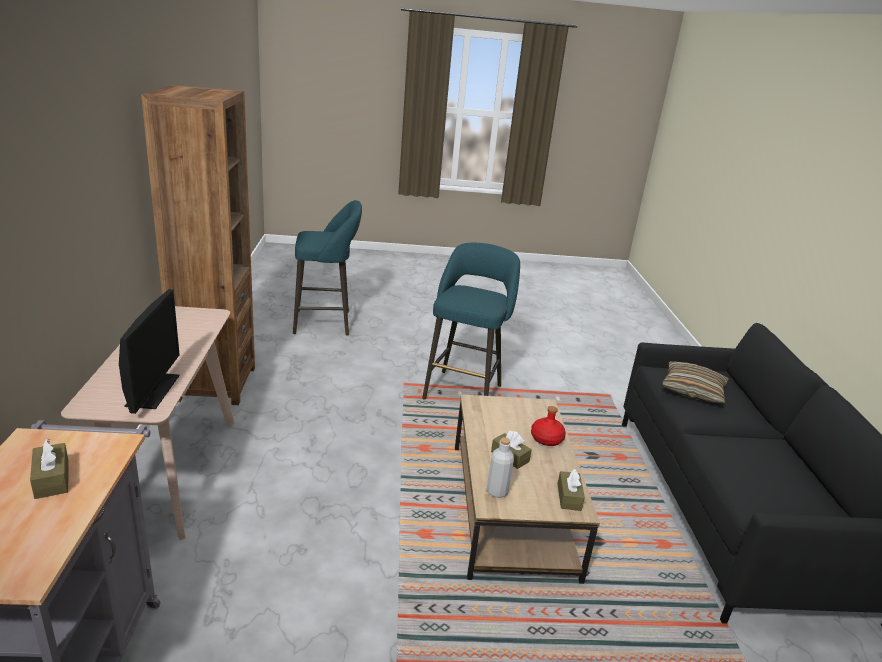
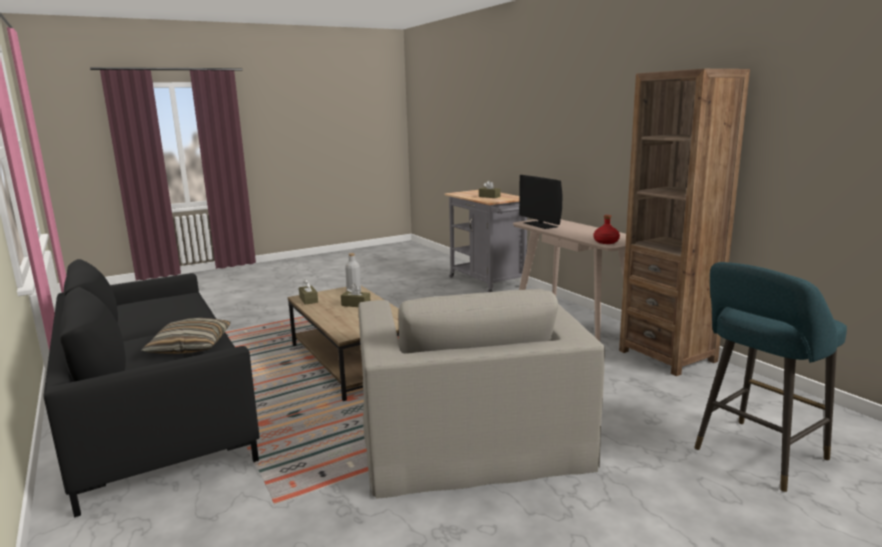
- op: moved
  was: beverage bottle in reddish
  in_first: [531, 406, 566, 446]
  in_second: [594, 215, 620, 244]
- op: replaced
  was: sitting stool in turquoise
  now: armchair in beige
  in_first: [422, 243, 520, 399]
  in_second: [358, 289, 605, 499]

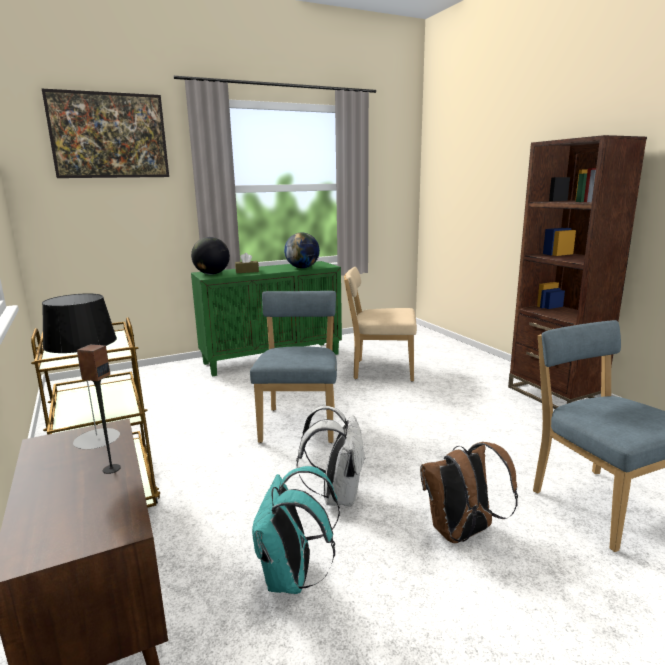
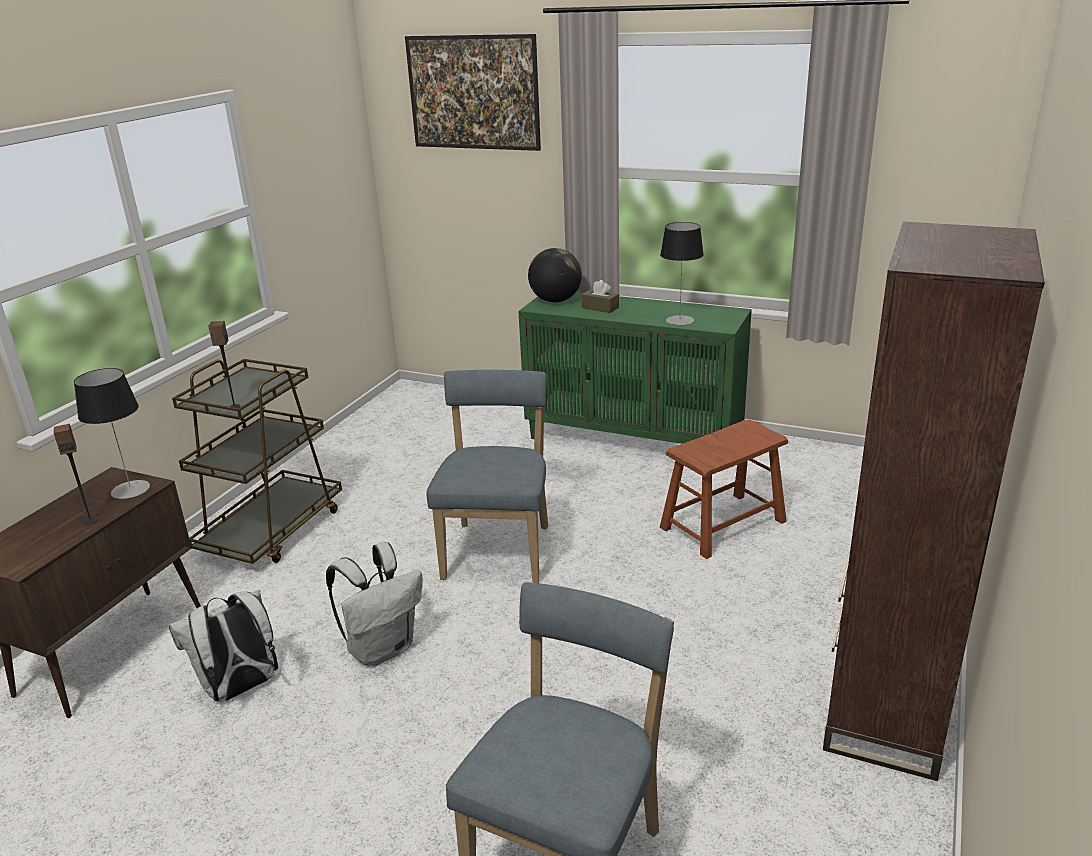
- op: removed
  was: knapsack in brown-coloured
  in_first: [420, 442, 518, 543]
- op: added
  now: loudspeaker
  in_second: [208, 321, 241, 408]
- op: replaced
  was: desk globe
  now: table lamp
  in_first: [284, 233, 320, 268]
  in_second: [660, 222, 704, 325]
- op: replaced
  was: upright chair in beige
  now: sitting stool in brown-coloured
  in_first: [344, 267, 417, 382]
  in_second: [660, 420, 788, 559]
- op: recoloured
  was: knapsack in turquoise
  now: knapsack in white-coloured
  in_first: [252, 466, 340, 594]
  in_second: [169, 589, 278, 702]
- op: turned
  was: upright chair in blue
  in_first: [250, 291, 337, 443]
  in_second: [426, 370, 548, 583]
  clockwise: -45

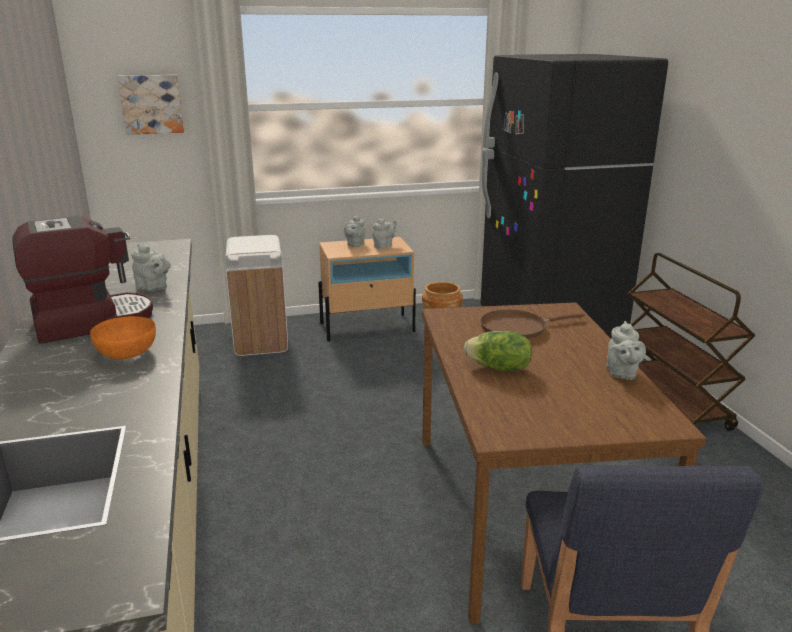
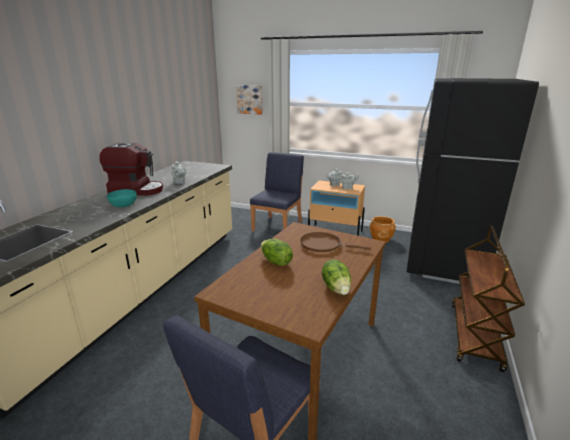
- op: replaced
  was: rubbish bin in white-coloured
  now: upright chair in blue
  in_first: [225, 235, 288, 356]
  in_second: [250, 152, 304, 232]
- op: replaced
  was: teapot in greyish
  now: head of lettuce
  in_first: [606, 321, 646, 380]
  in_second: [322, 259, 351, 295]
- op: recoloured
  was: deep dish in orange
  now: deep dish in turquoise
  in_first: [90, 316, 156, 359]
  in_second: [107, 189, 137, 207]

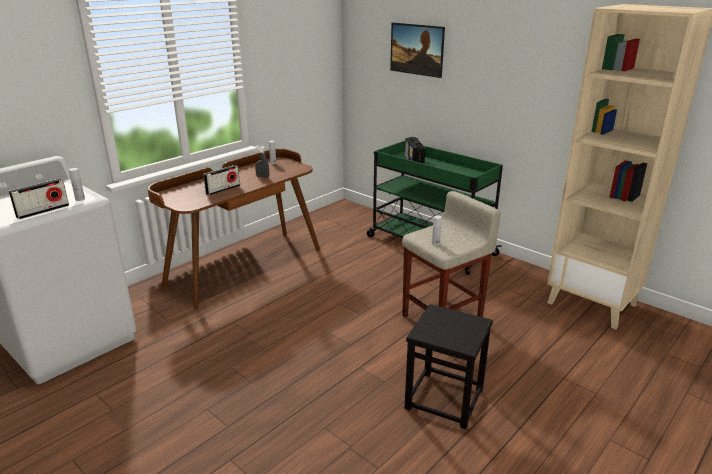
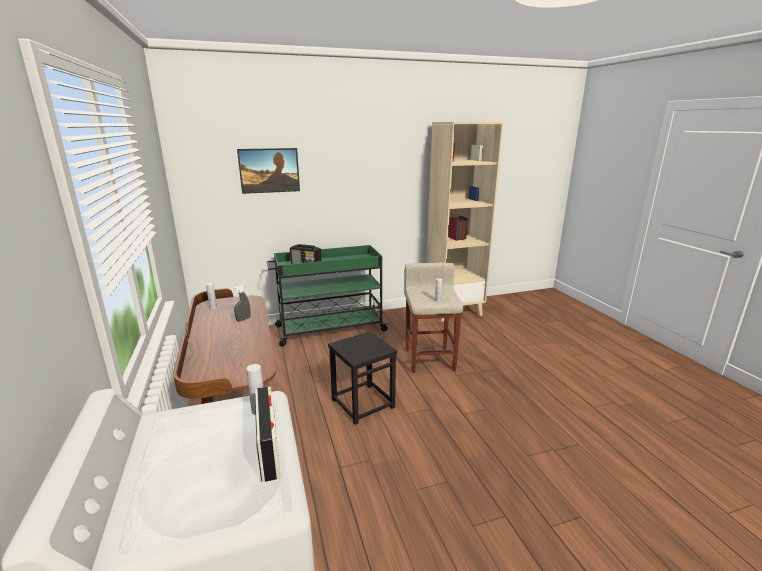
- op: removed
  was: radio
  in_first: [203, 165, 240, 195]
- op: moved
  was: sitting stool in blackish
  in_first: [405, 304, 493, 429]
  in_second: [328, 331, 397, 425]

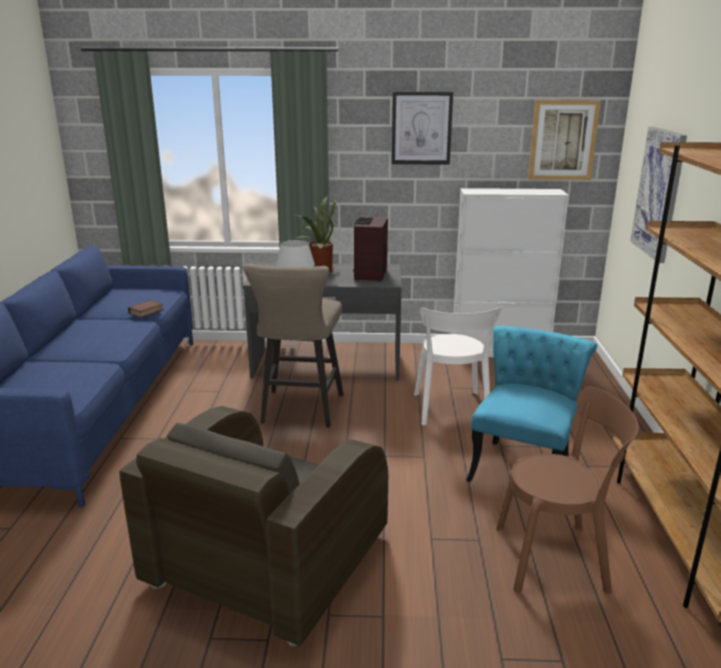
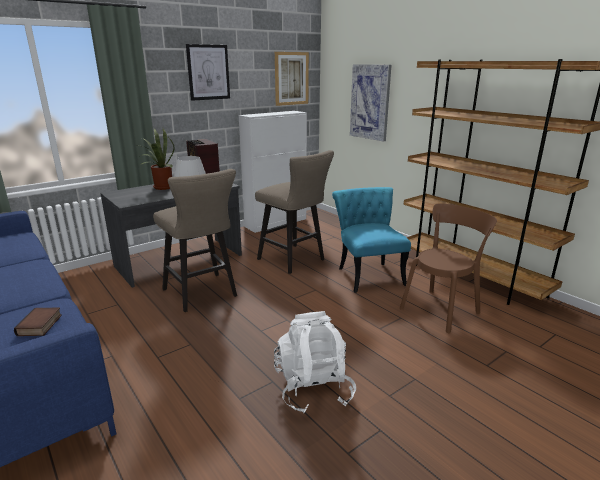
- op: moved
  was: bound book
  in_first: [128, 300, 163, 318]
  in_second: [14, 308, 62, 336]
- op: replaced
  was: armchair in brown-coloured
  now: knapsack in white-coloured
  in_first: [119, 406, 388, 646]
  in_second: [274, 311, 356, 414]
- op: replaced
  was: upright chair in white-coloured
  now: sitting stool in beige
  in_first: [414, 306, 502, 425]
  in_second: [255, 150, 334, 274]

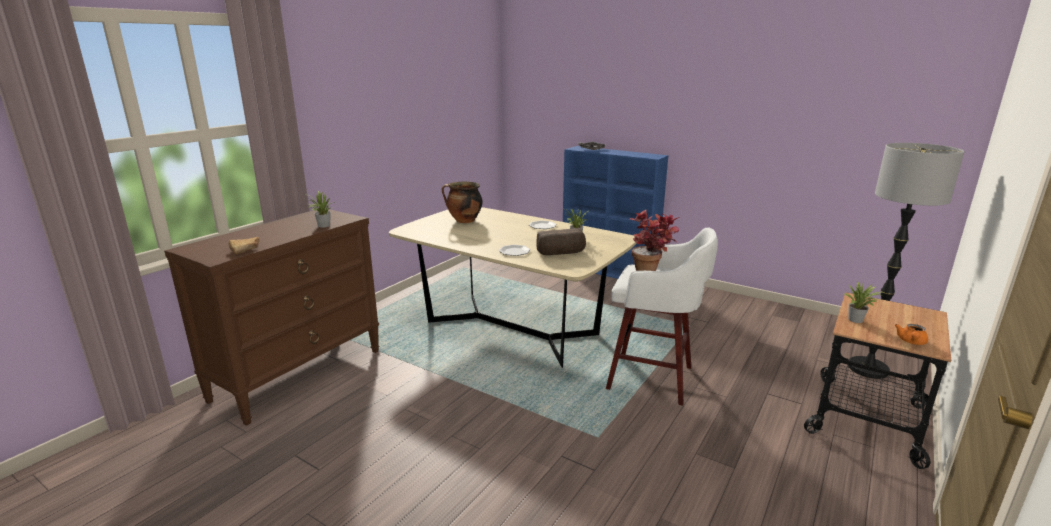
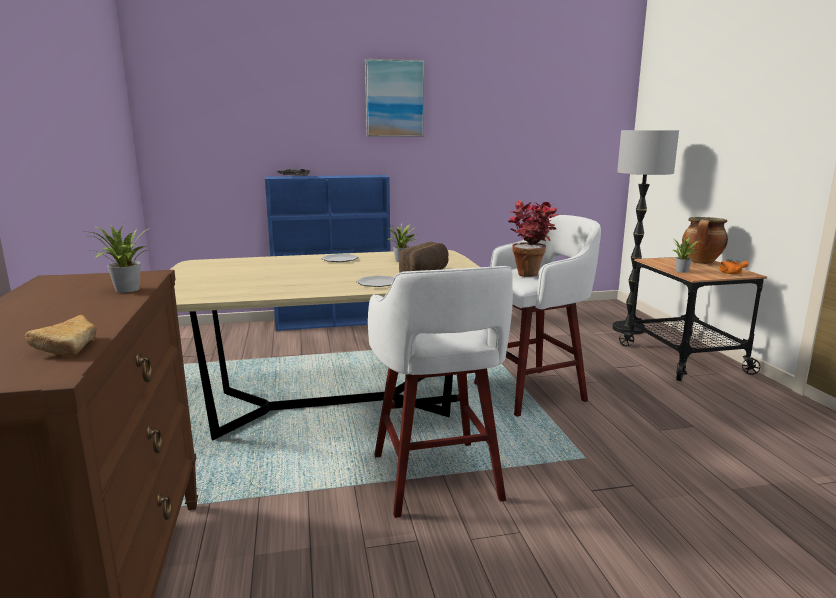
- op: added
  now: wall art
  in_second: [365, 59, 424, 137]
- op: added
  now: sitting stool in white-coloured
  in_second: [368, 266, 513, 518]
- op: moved
  was: stockpot
  in_first: [442, 181, 482, 223]
  in_second: [682, 217, 728, 264]

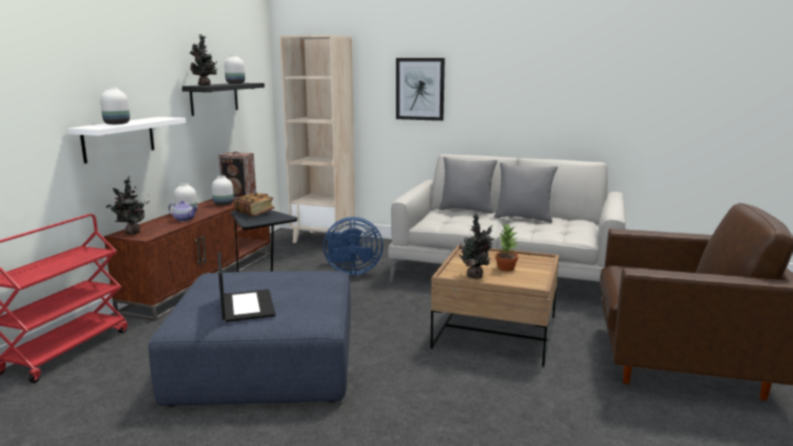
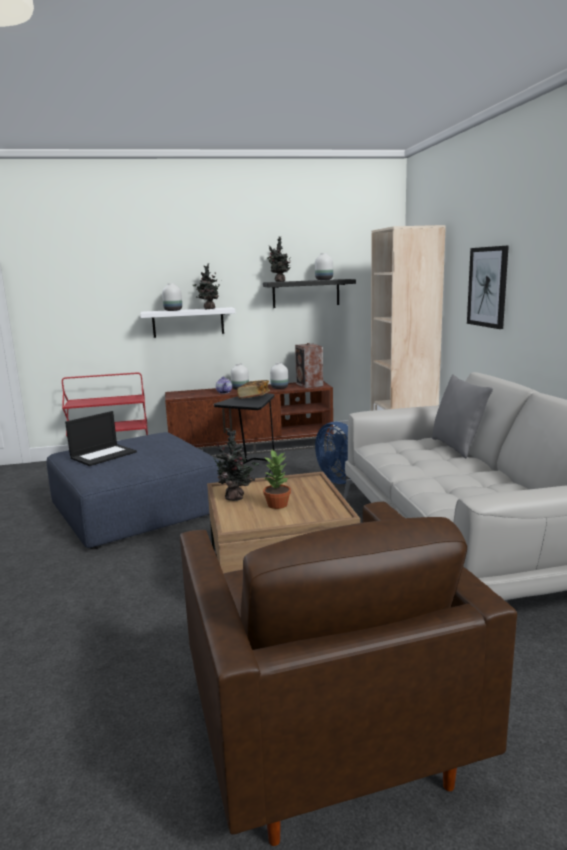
- op: removed
  was: pillow in greyish
  in_first: [494, 162, 558, 223]
- op: moved
  was: houseplant
  in_first: [106, 176, 149, 234]
  in_second: [193, 264, 220, 309]

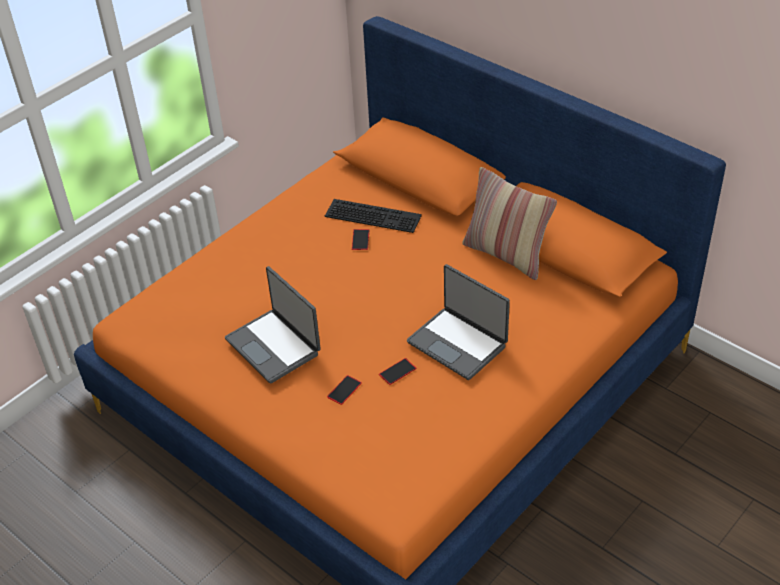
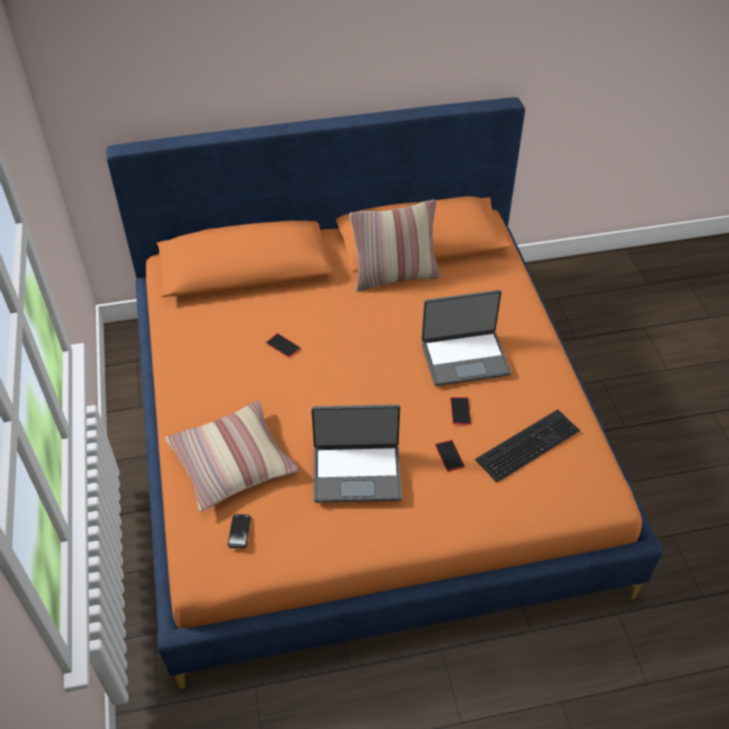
- op: added
  now: pillow
  in_second: [165, 401, 298, 512]
- op: added
  now: telephone
  in_second: [228, 514, 251, 549]
- op: moved
  was: keyboard
  in_first: [325, 199, 422, 233]
  in_second: [475, 409, 580, 482]

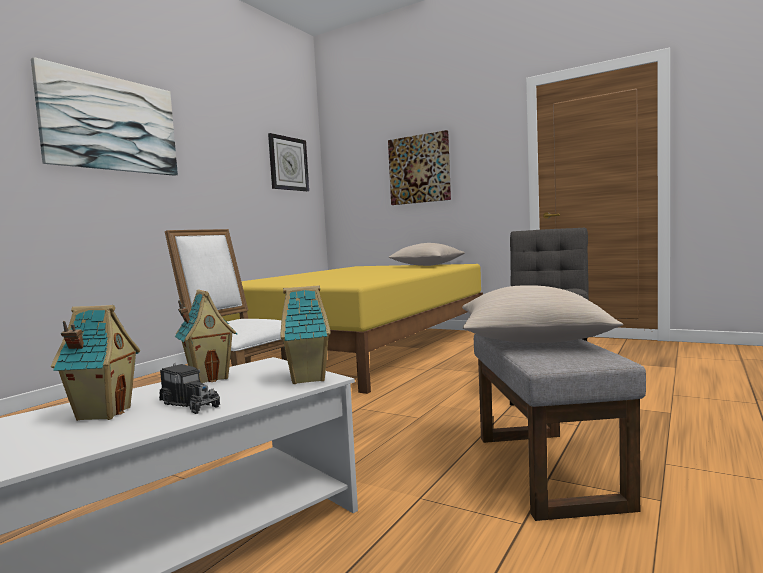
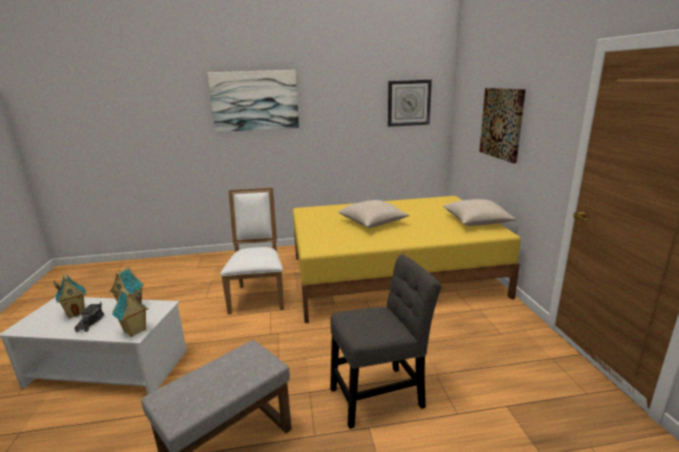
- op: moved
  was: pillow in beige
  in_first: [462, 285, 623, 343]
  in_second: [337, 200, 410, 228]

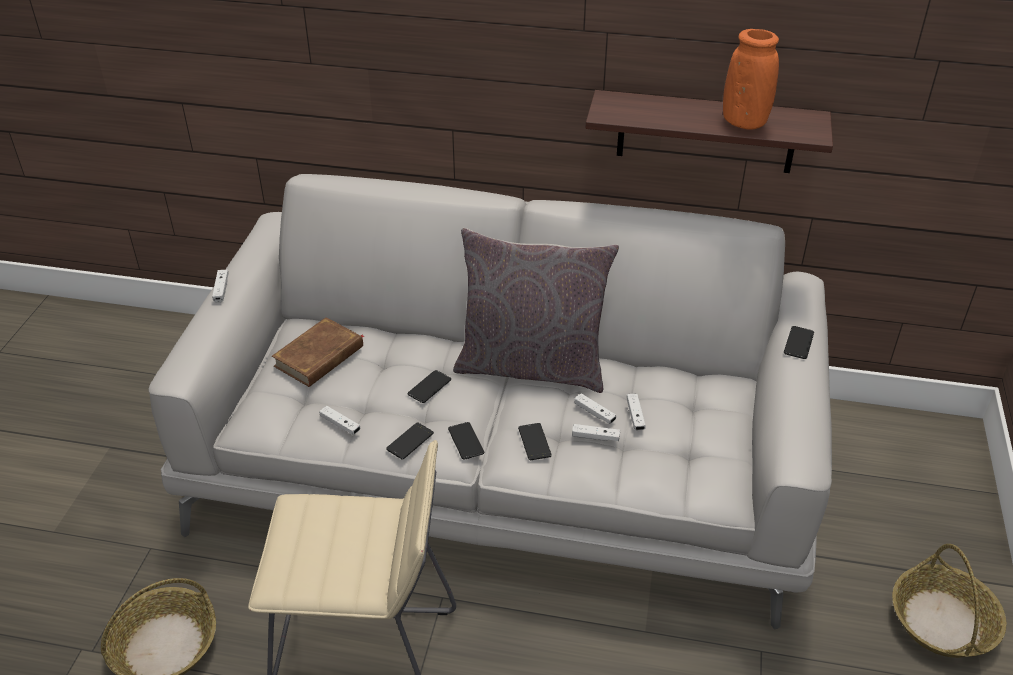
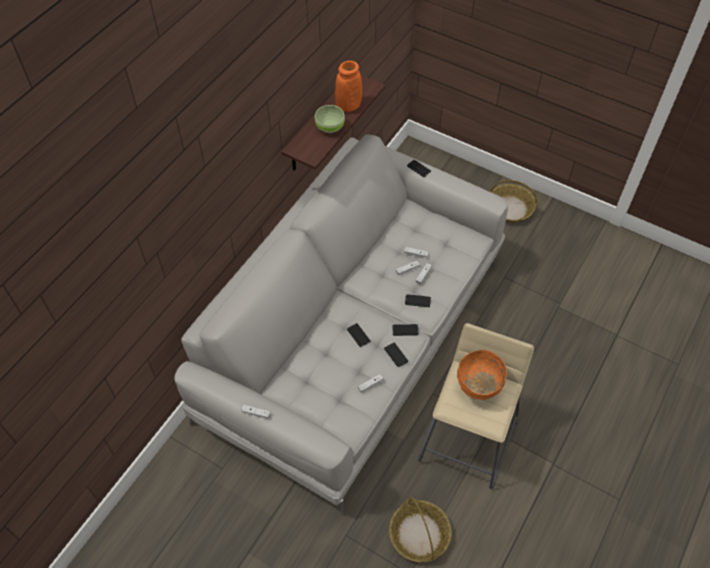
- op: removed
  was: bound book in brown-coloured
  in_first: [272, 317, 364, 387]
- op: removed
  was: pillow in greyish
  in_first: [453, 228, 619, 393]
- op: added
  now: deep dish in green
  in_second: [314, 105, 345, 133]
- op: added
  now: deep dish in orange
  in_second: [457, 350, 507, 400]

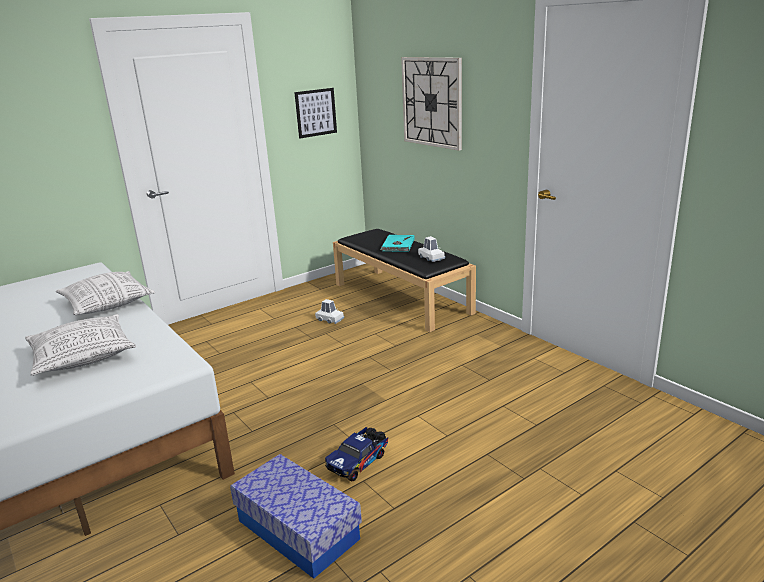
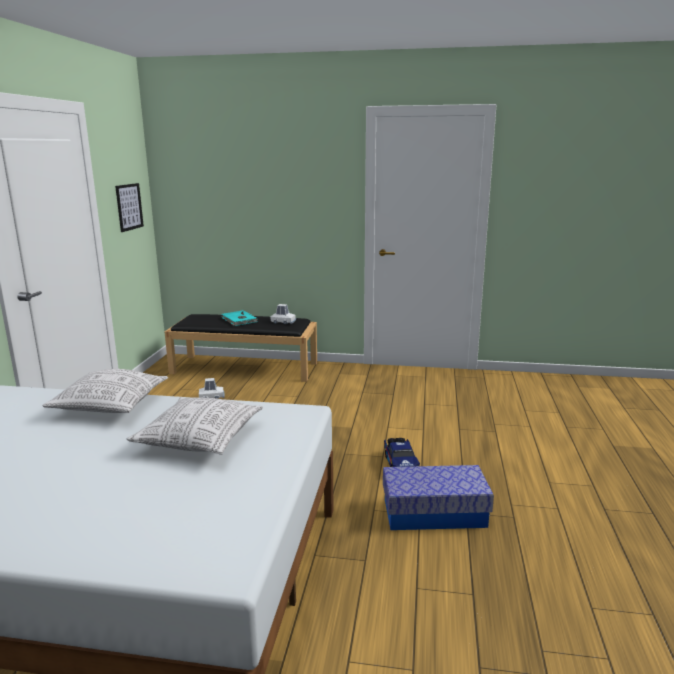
- op: removed
  was: hanging clock
  in_first: [401, 57, 462, 151]

